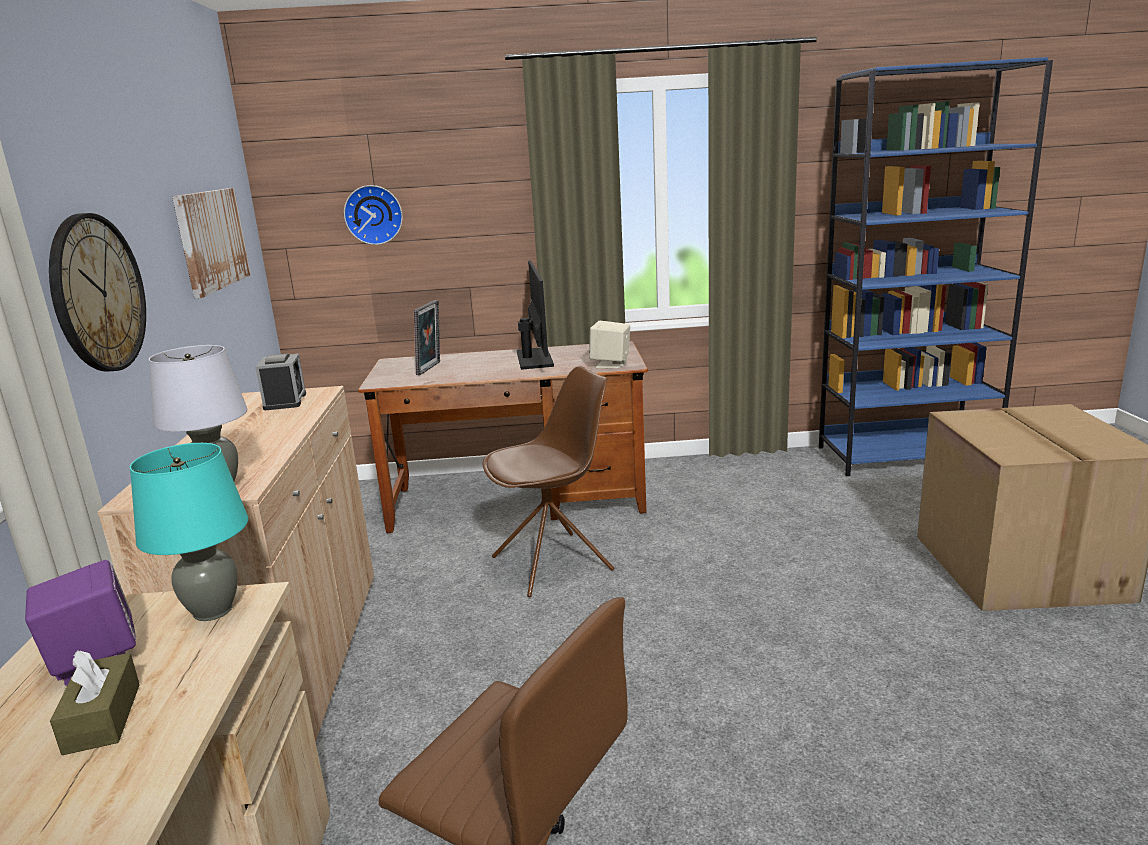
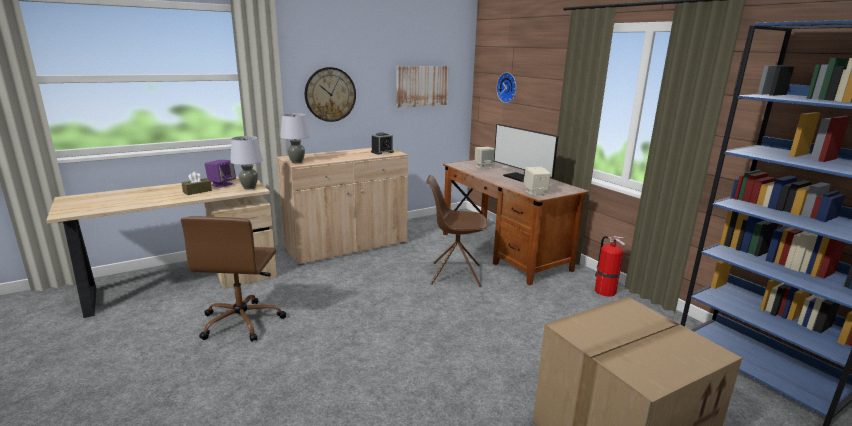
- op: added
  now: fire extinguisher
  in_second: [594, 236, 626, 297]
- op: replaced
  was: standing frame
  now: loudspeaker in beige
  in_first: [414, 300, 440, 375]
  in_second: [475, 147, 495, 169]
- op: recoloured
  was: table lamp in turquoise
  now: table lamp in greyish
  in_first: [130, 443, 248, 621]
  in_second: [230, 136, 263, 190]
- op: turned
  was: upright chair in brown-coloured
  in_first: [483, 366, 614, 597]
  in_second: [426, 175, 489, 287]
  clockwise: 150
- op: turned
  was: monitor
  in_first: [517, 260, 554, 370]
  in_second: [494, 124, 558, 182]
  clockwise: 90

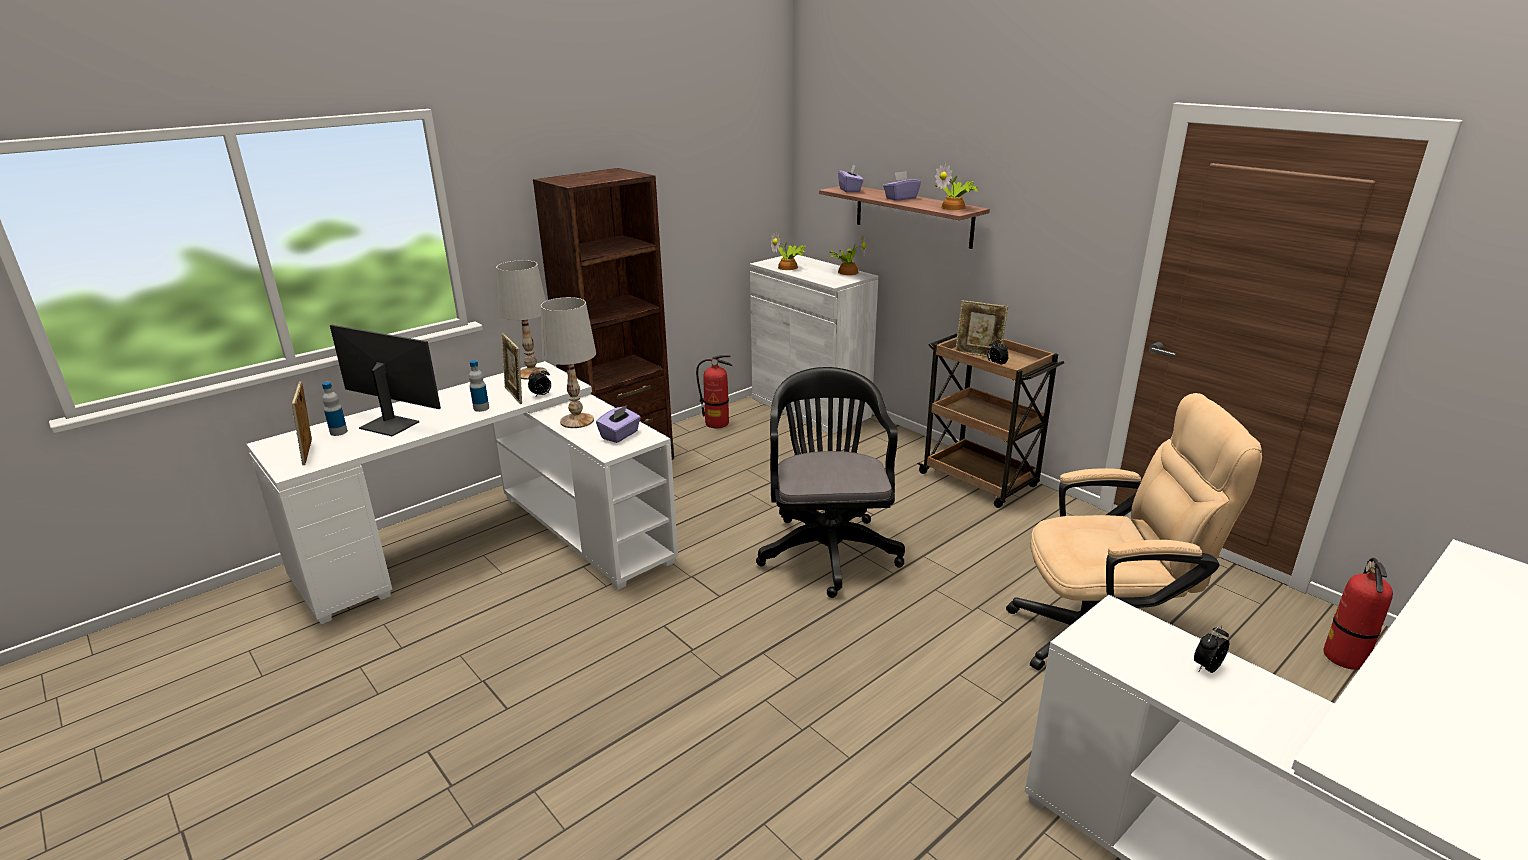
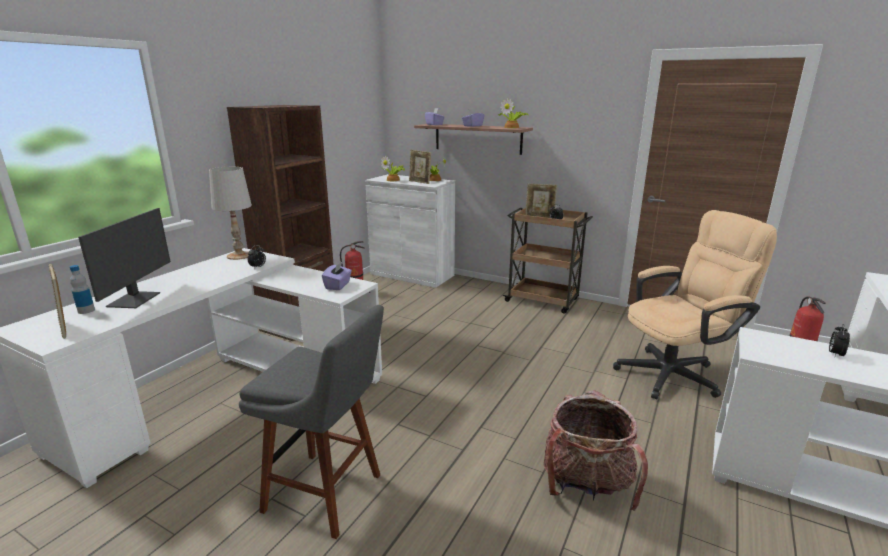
- op: removed
  was: beverage bottle
  in_first: [469, 360, 489, 412]
- op: removed
  was: table lamp in white-coloured
  in_first: [541, 297, 596, 428]
- op: removed
  was: computer chair in blackish
  in_first: [756, 367, 905, 598]
- op: added
  now: sitting stool in greyish
  in_second: [239, 305, 384, 539]
- op: added
  now: knapsack
  in_second: [544, 390, 648, 511]
- op: moved
  was: standing frame
  in_first: [502, 333, 522, 404]
  in_second: [409, 150, 431, 184]
- op: turned
  was: monitor
  in_first: [330, 325, 441, 436]
  in_second: [78, 208, 171, 308]
  clockwise: 90

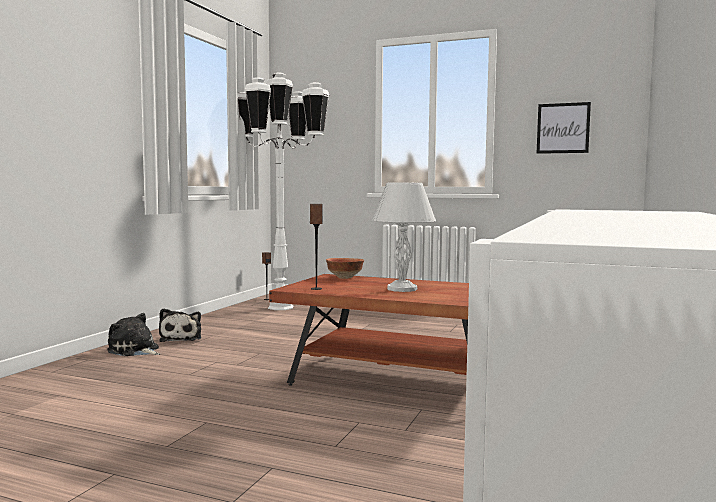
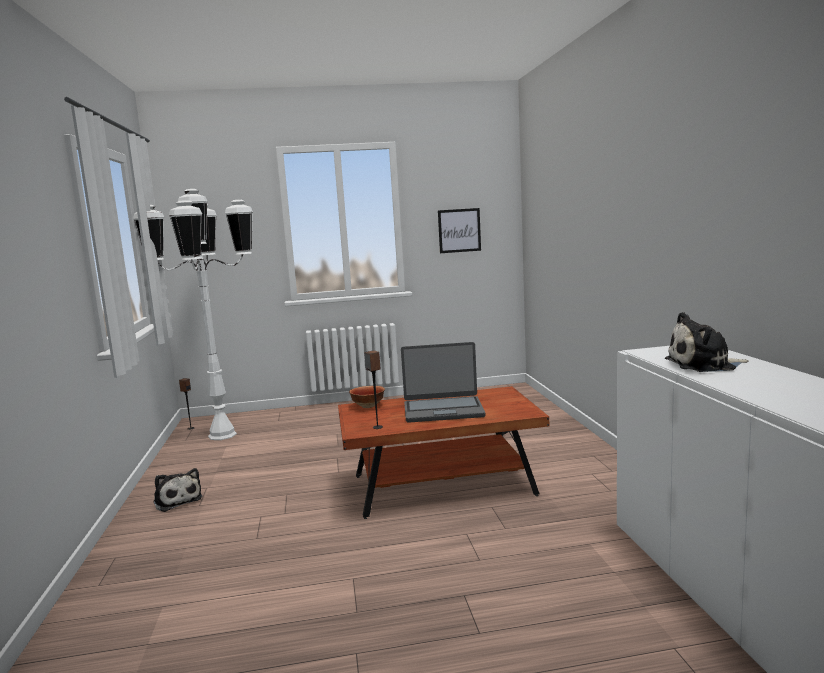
- op: moved
  was: soft toy
  in_first: [107, 313, 160, 356]
  in_second: [665, 312, 749, 372]
- op: replaced
  was: table lamp in white-coloured
  now: portable computer
  in_first: [372, 183, 436, 292]
  in_second: [401, 342, 486, 423]

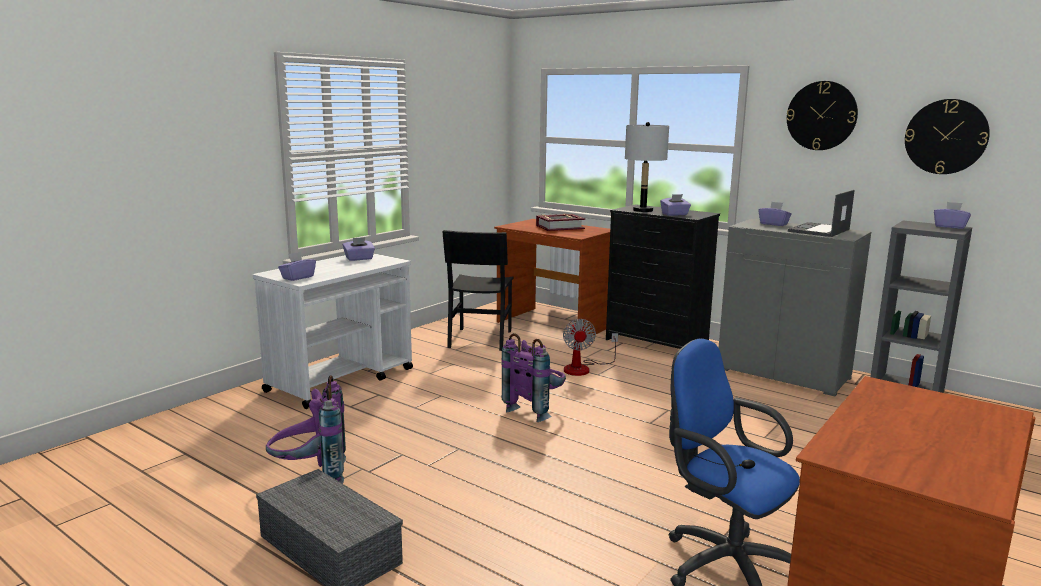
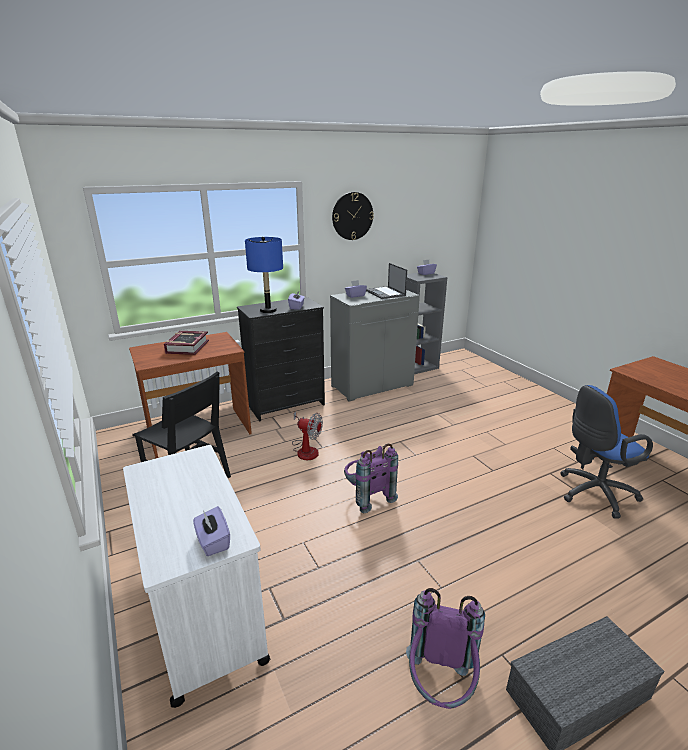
- op: removed
  was: tissue holder in purple
  in_first: [343, 237, 375, 261]
- op: removed
  was: hanging clock
  in_first: [905, 99, 990, 174]
- op: recoloured
  was: table lamp in greyish
  now: table lamp in blue
  in_first: [625, 122, 669, 212]
  in_second: [245, 237, 283, 313]

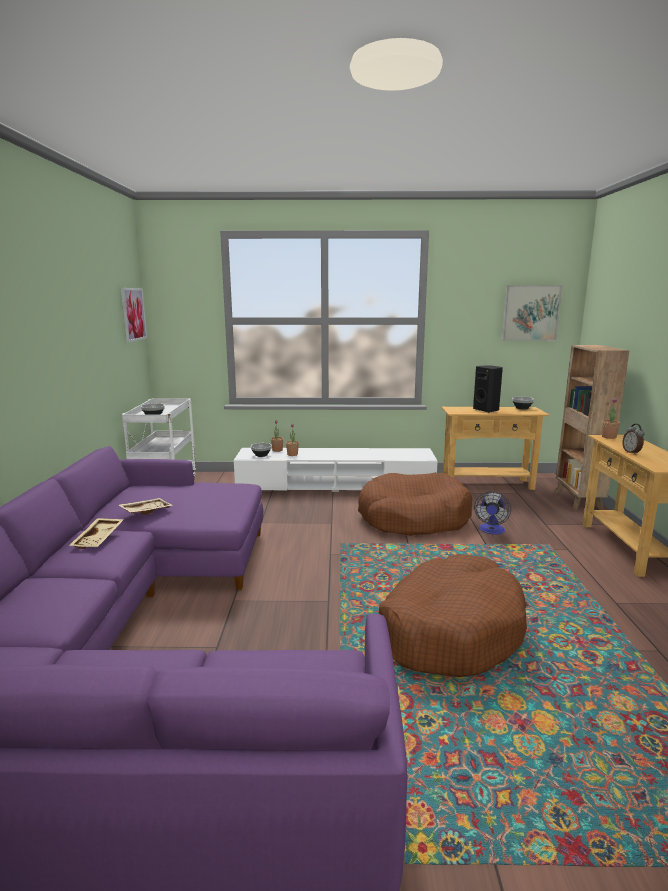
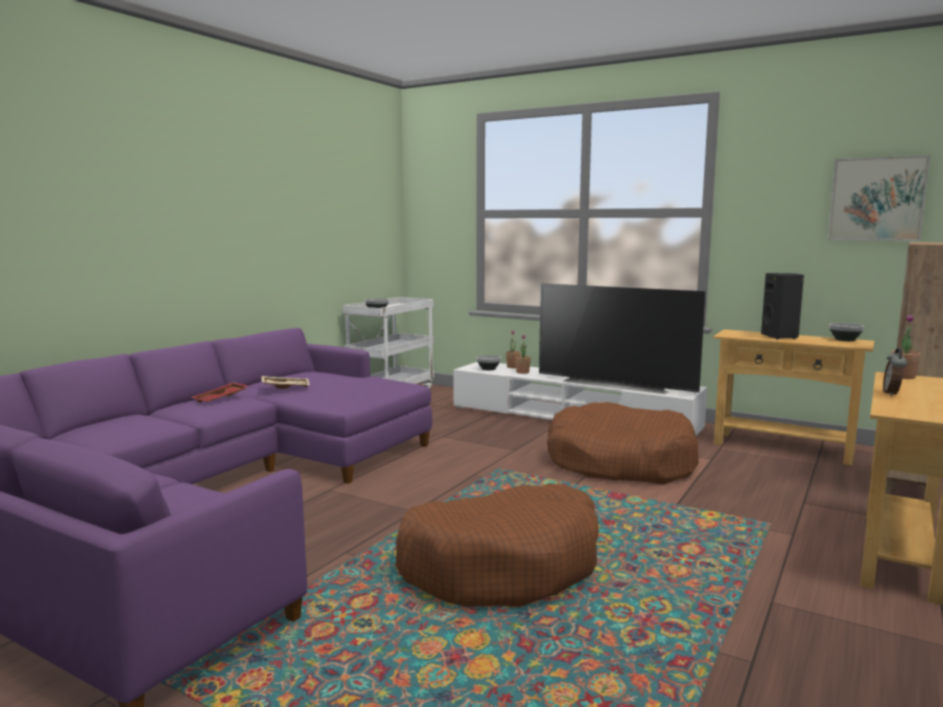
- op: removed
  was: wall art
  in_first: [121, 288, 147, 342]
- op: removed
  was: fan
  in_first: [474, 492, 511, 535]
- op: added
  now: television
  in_second: [539, 283, 706, 394]
- op: recoloured
  was: carrying tray in beige
  now: carrying tray in reddish
  in_first: [69, 518, 124, 549]
  in_second: [191, 382, 248, 403]

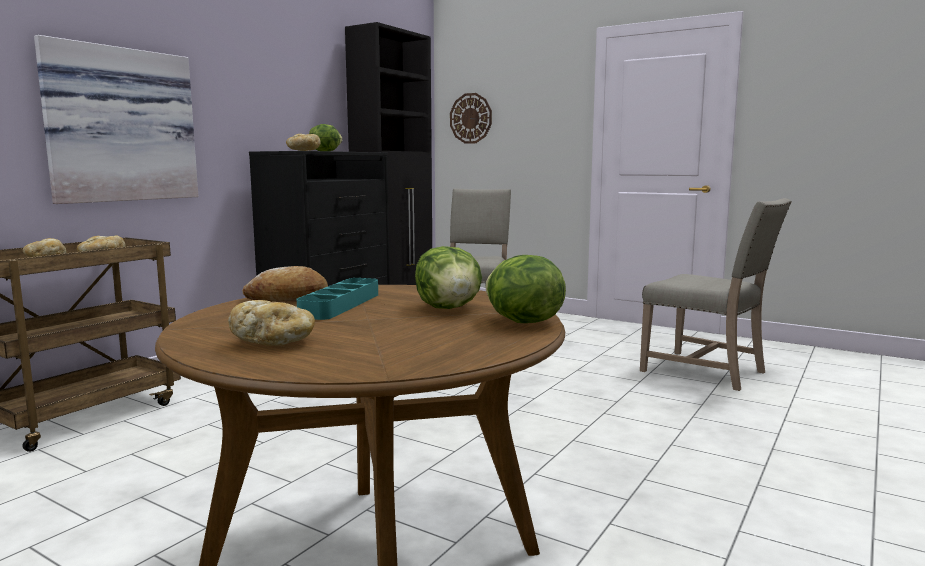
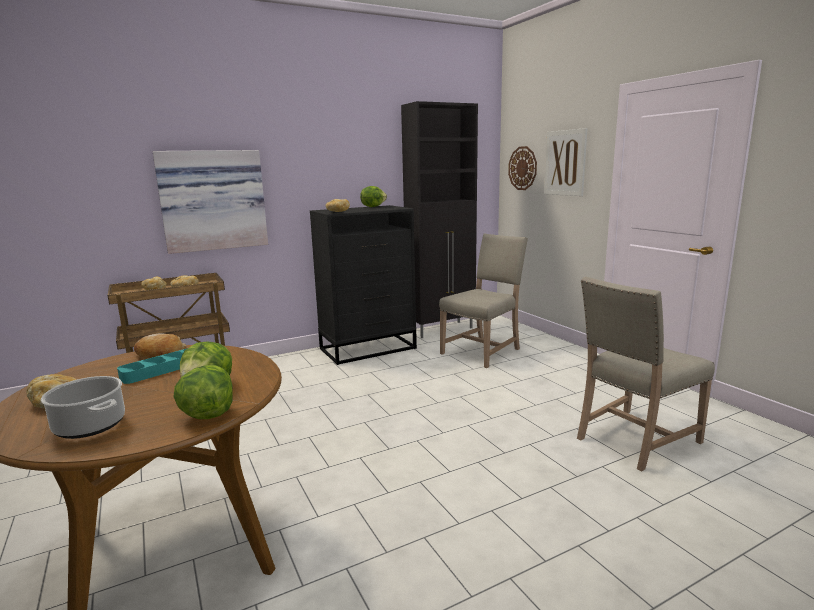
- op: added
  now: stockpot
  in_second: [41, 376, 125, 439]
- op: added
  now: wall art
  in_second: [544, 128, 587, 196]
- op: turned
  was: upright chair in beige
  in_first: [640, 198, 792, 391]
  in_second: [577, 277, 715, 471]
  clockwise: 75

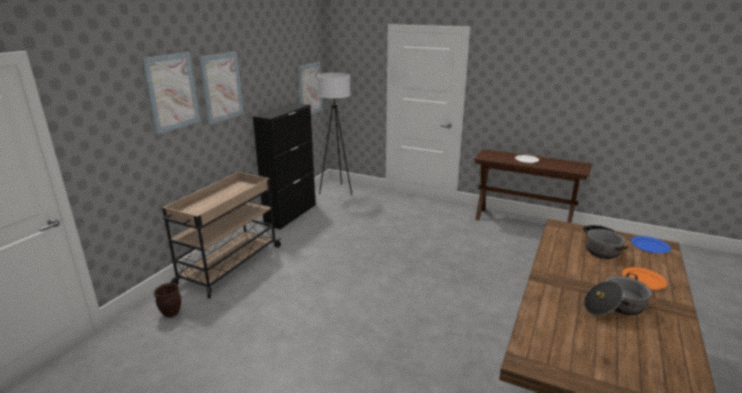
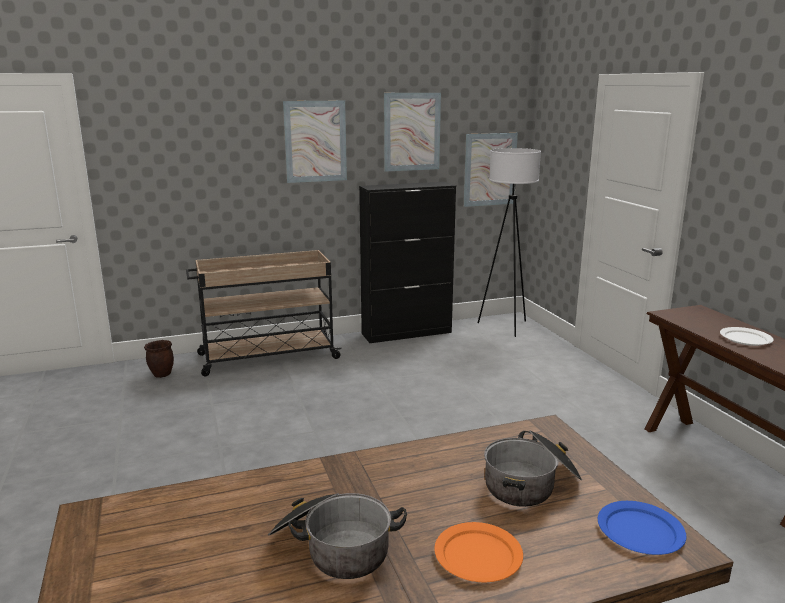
- op: moved
  was: wall art
  in_first: [142, 52, 200, 134]
  in_second: [384, 93, 441, 172]

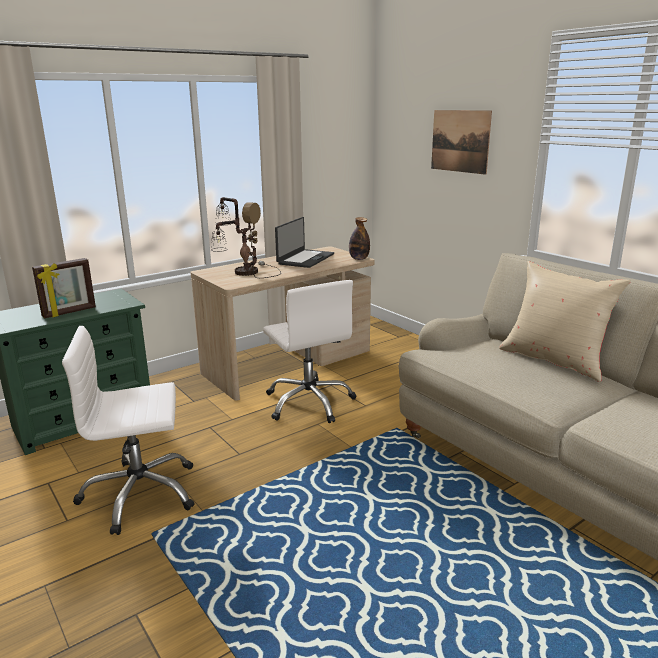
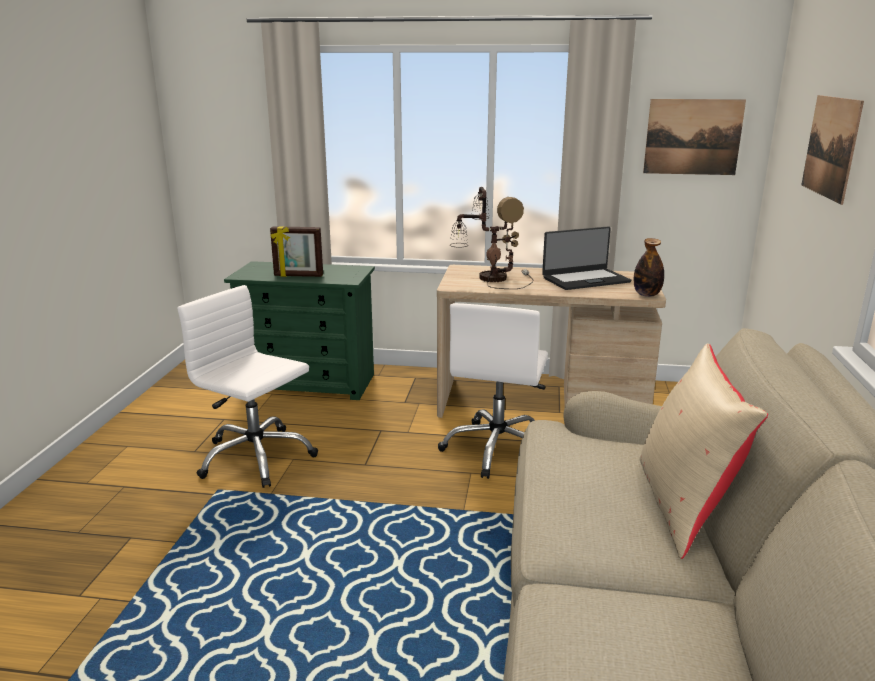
- op: added
  now: wall art
  in_second: [643, 99, 746, 175]

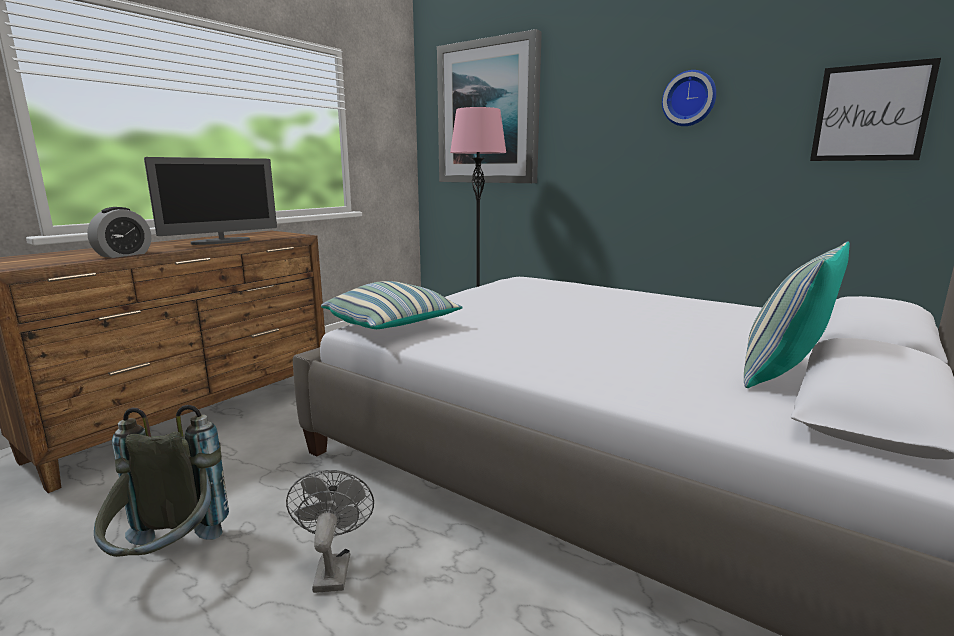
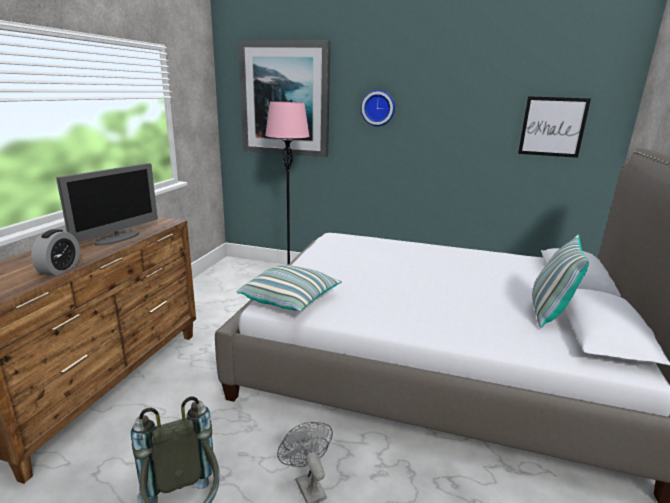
- op: moved
  was: hanging clock
  in_first: [662, 70, 716, 126]
  in_second: [361, 90, 395, 126]

